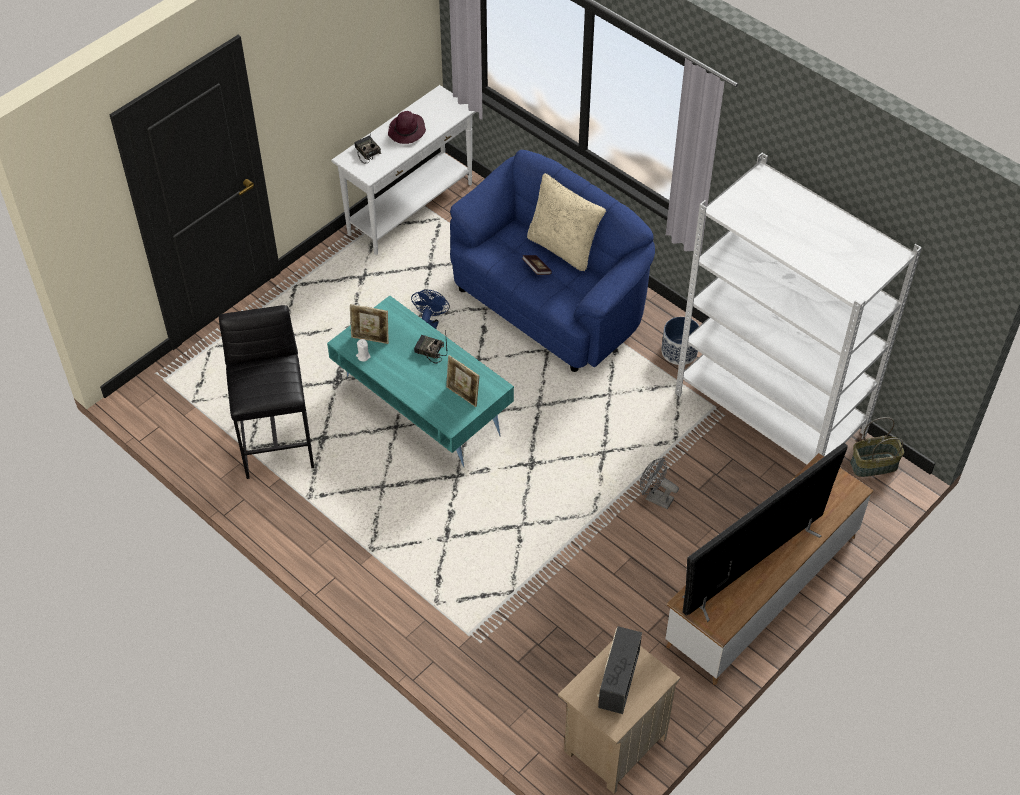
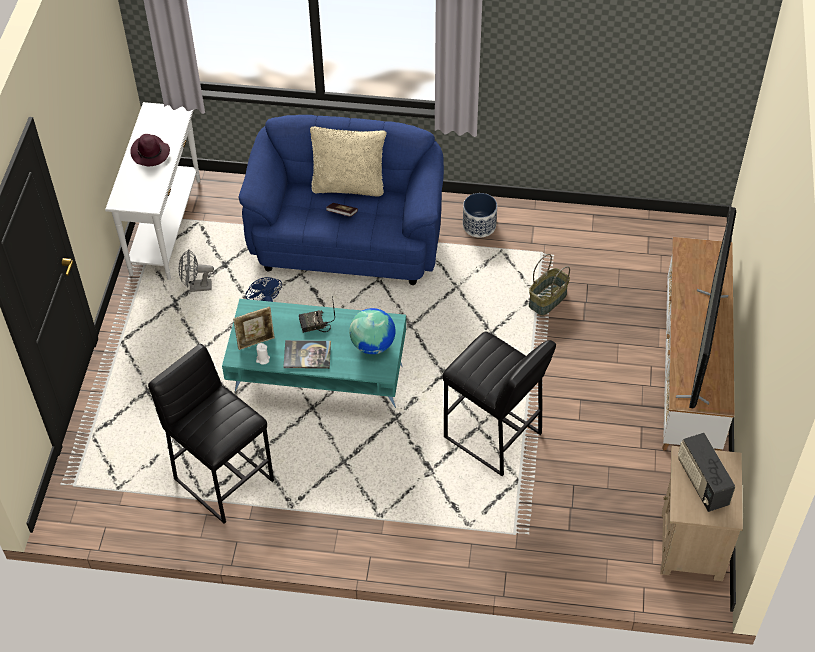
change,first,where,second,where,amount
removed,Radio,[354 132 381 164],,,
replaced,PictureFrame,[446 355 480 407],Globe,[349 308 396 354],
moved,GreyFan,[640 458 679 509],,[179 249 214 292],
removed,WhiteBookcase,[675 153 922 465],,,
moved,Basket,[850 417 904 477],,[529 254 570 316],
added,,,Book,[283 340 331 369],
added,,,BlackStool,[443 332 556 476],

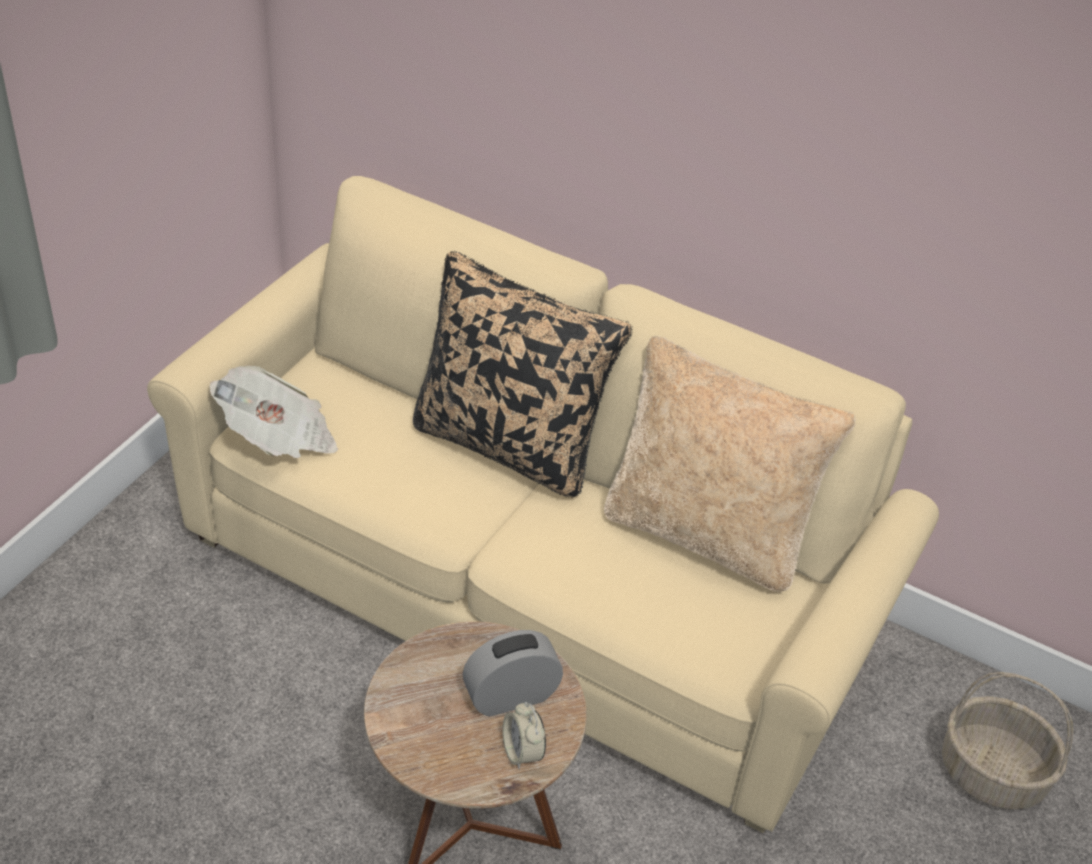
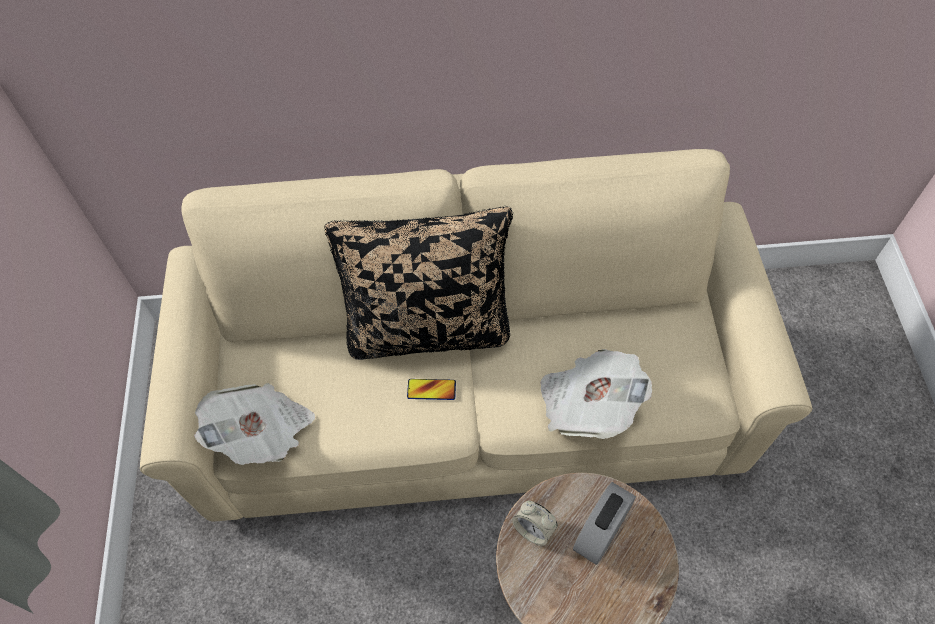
change,first,where,second,where,amount
moved,AlarmClock,[502 702 546 770],,[512 501 558 546],
removed,BeigePillow,[604 335 857 593],,,
removed,Basket,[942 672 1073 809],,,
added,,,Phone,[407 379 456 400],
added,,,Newspaper,[540 349 652 439],

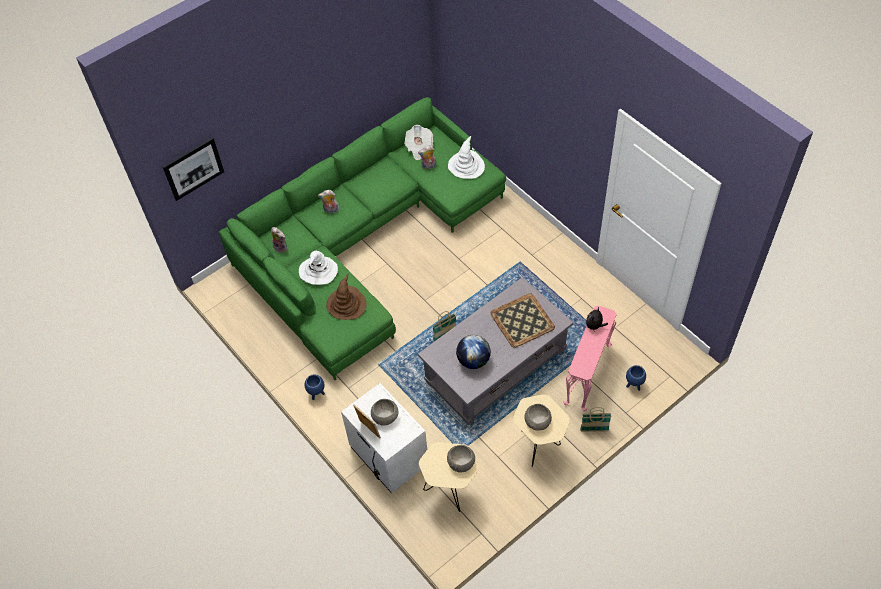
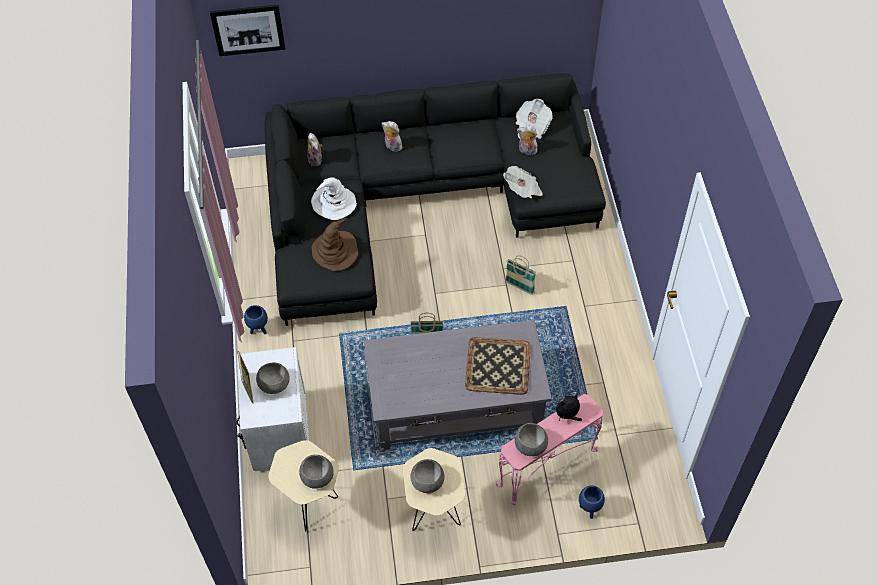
change,first,where,second,where,amount
recoloured,GreenSofa,[219 97 506 380],BlackSofa,[264 73 606 326],
removed,WhiteHat,[448 136 485 179],,,
removed,Globe,[456 335 491 369],,,
moved,Basket,[580 407 612 432],,[505 255 536 295],
added,,,Newspaper,[503 166 543 198],
added,,,GreyBowl,[515 423 548 456],

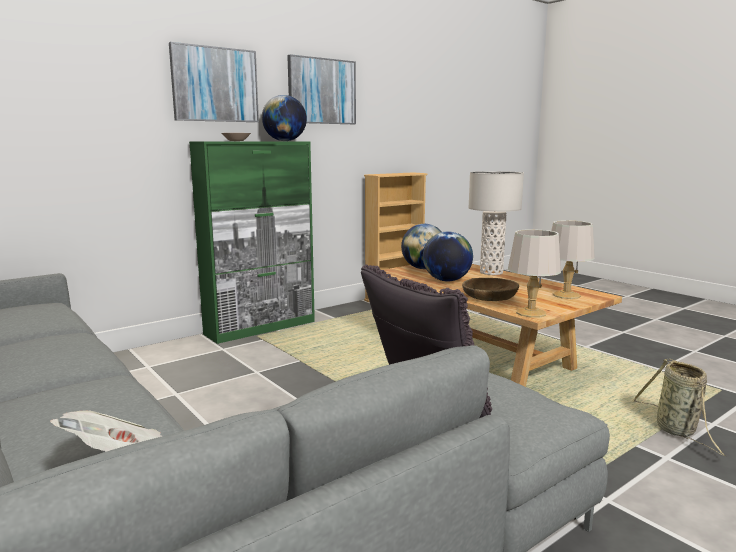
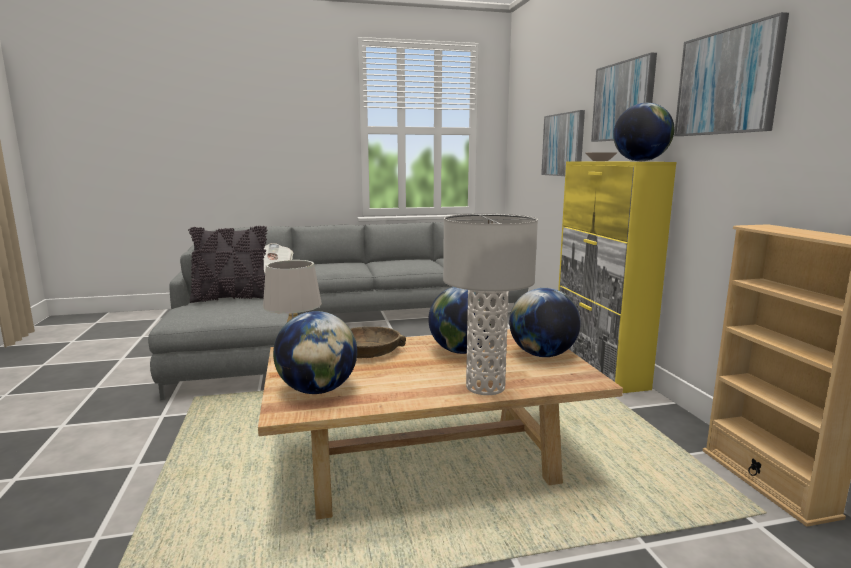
change,first,where,second,where,amount
recoloured,GreenCabinet,[189 141 315 344],YellowCabinet,[558 161 676 393],
replaced,GreyTableLamp,[551 220 595 299],Globe,[273 311 357 394],
removed,Basket,[631 359 726 456],,,
added,,,Picture,[541 110 585 176],

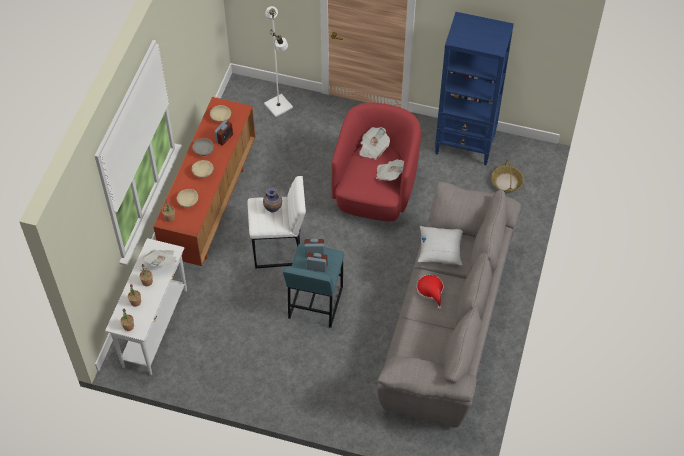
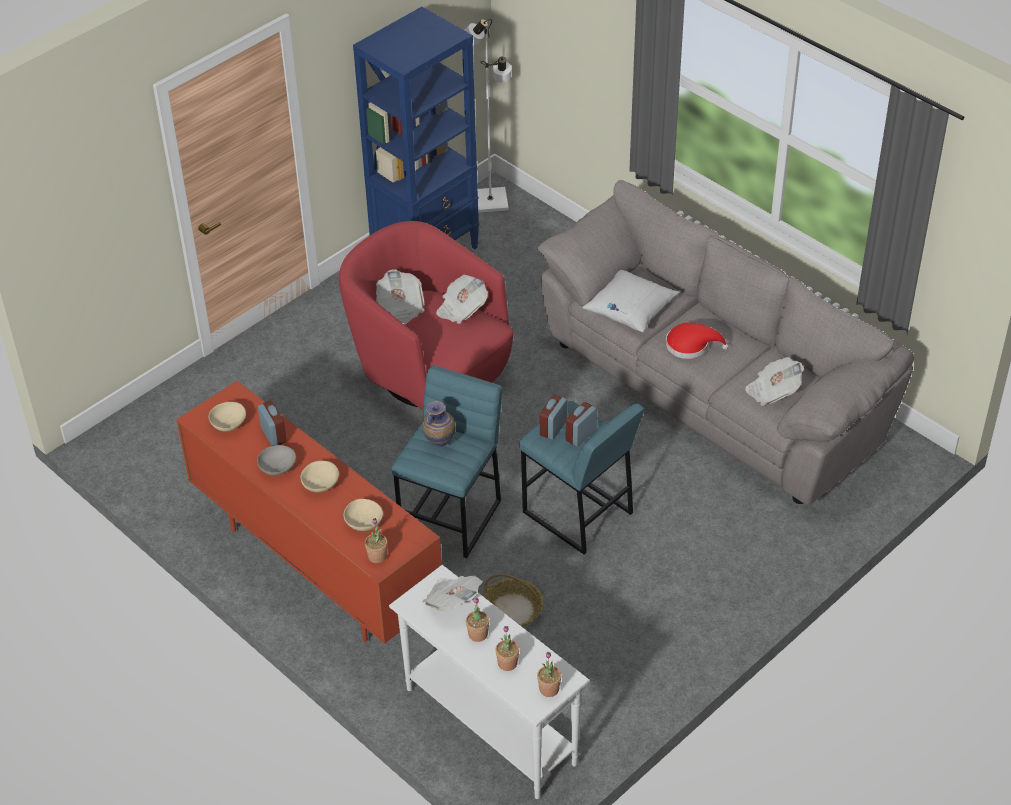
change,first,where,second,where,amount
recoloured,WhiteStool,[248 176 306 268],BlueStool,[392 365 502 558],
moved,WhiteFloorLamp,[264 6 293 117],,[464 19 511 213],
moved,Basket,[491 159 524 193],,[482 574 543 627],
added,,,Newspaper,[745 357 804 406],

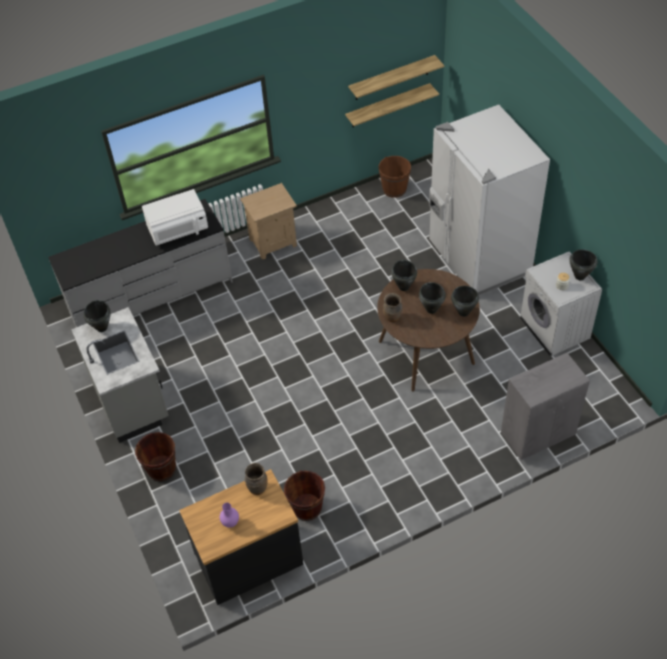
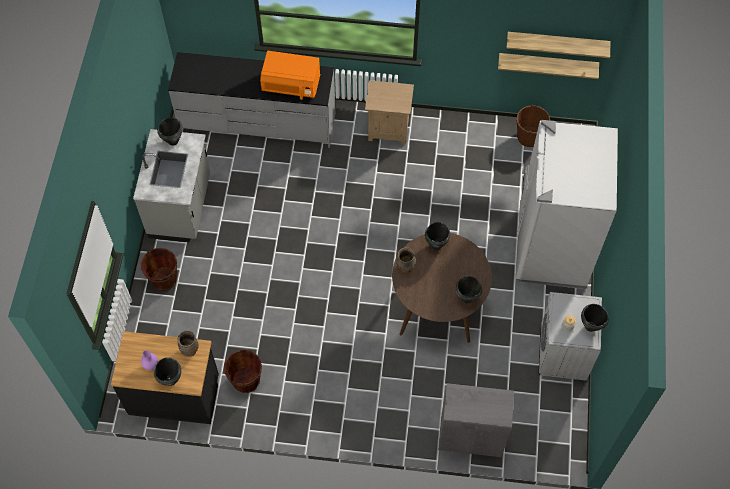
change,first,where,second,where,amount
recoloured,WhiteMicrowave,[142 189 208 246],OrangeMicrowave,[260 51 320 100],
moved,BlackCookingPot,[419 282 446 314],,[154 357 181 386],

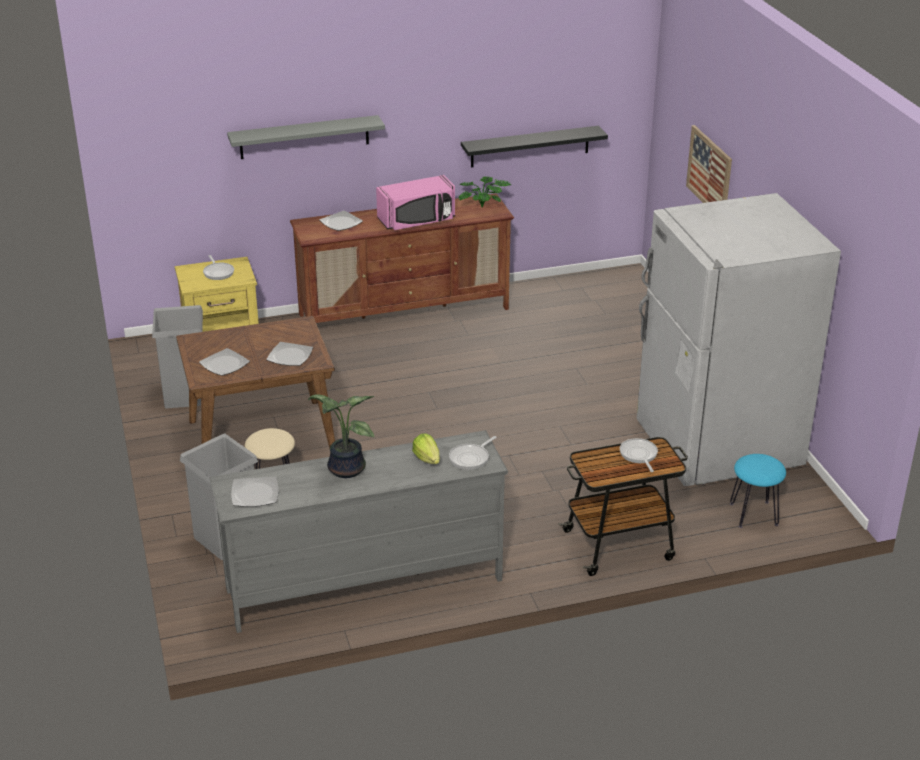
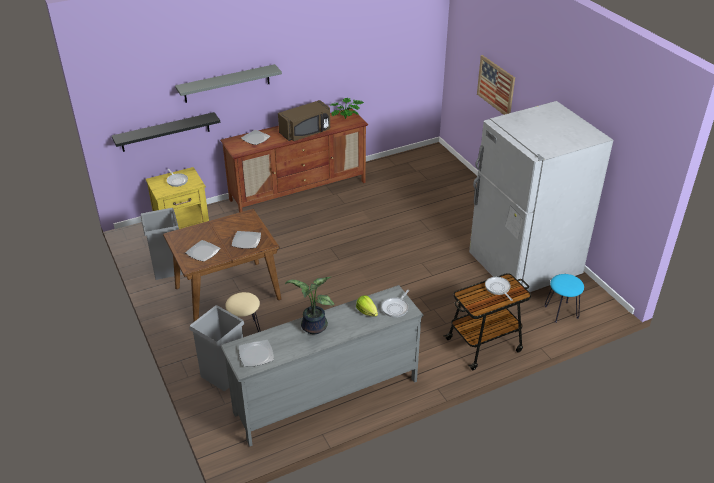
change,first,where,second,where,amount
recoloured,PinkMicrowave,[376 175 455 230],BrownMicrowave,[278 100 330 141],
moved,BlackShelf,[461 126 608 167],,[112 112 220 152],

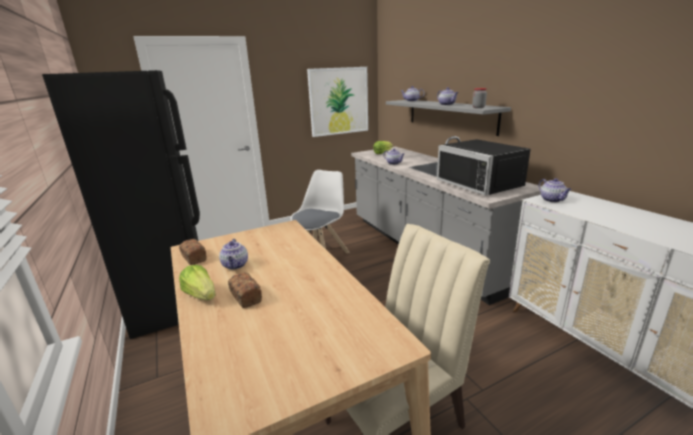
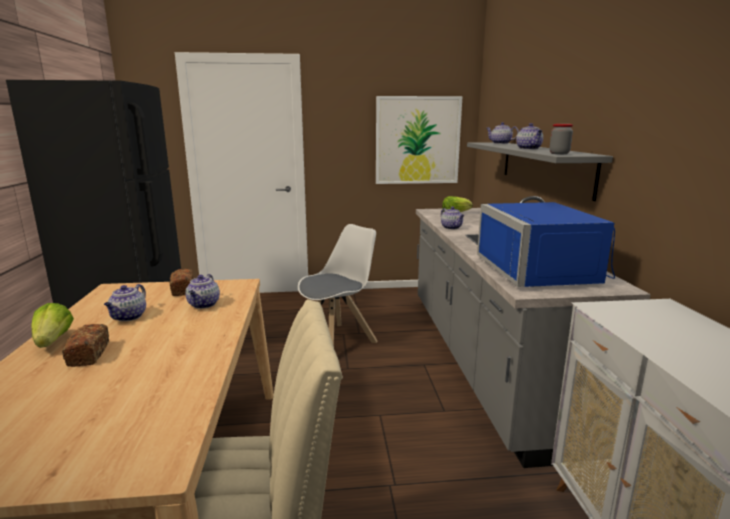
change,first,where,second,where,amount
moved,Bread,[179 239 207 265],,[170 269 193 296],
recoloured,BlackMicrowave,[437 139 531 196],BlueMicrowave,[477 202 615 287],
moved,Teapot,[539 178 572 202],,[186 274 220 309],

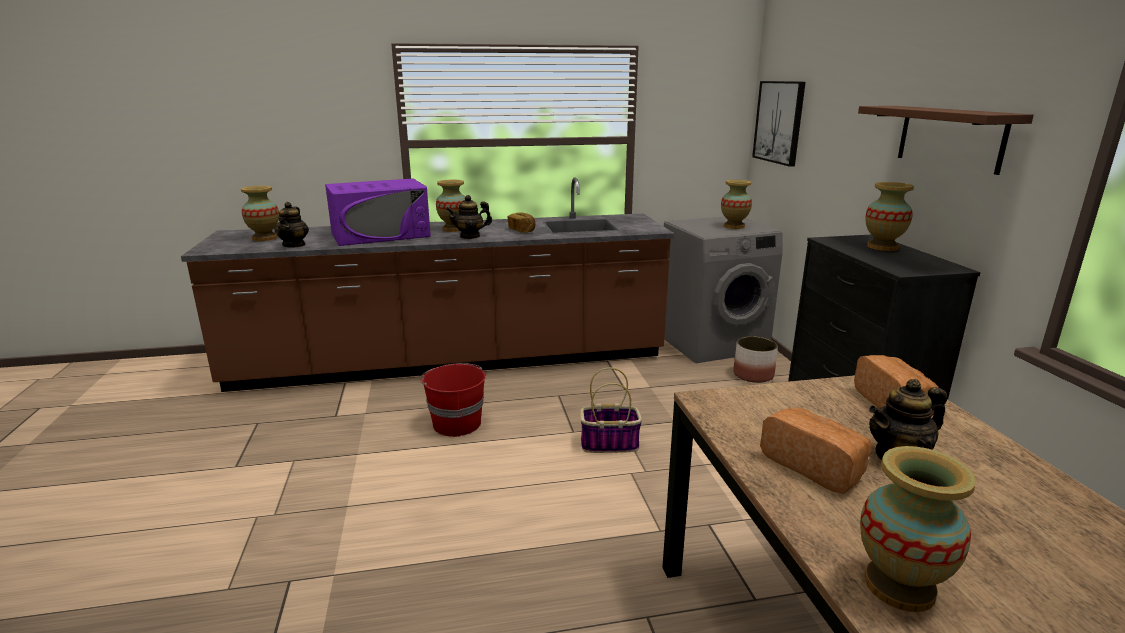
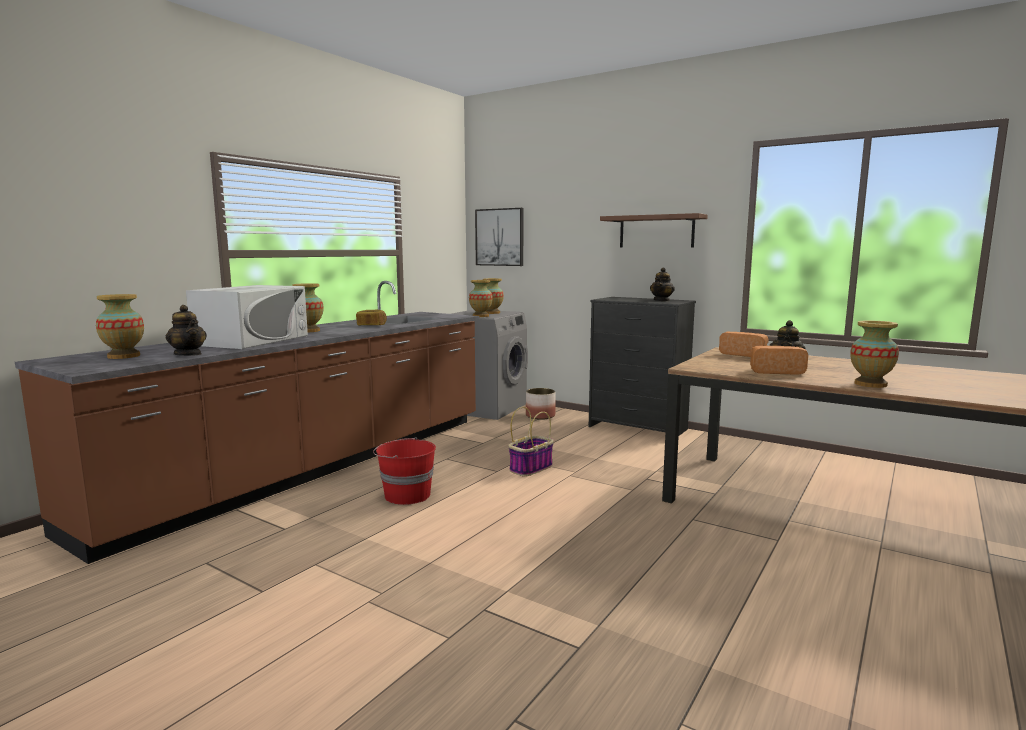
change,first,where,second,where,amount
recoloured,PurpleMicrowave,[325 178 431 246],WhiteMicrowave,[186 285 308 349],
moved,Teapot,[446 195 492 239],,[650 267 675 301],
moved,Vase,[865 182 914 251],,[469 280 493 317],

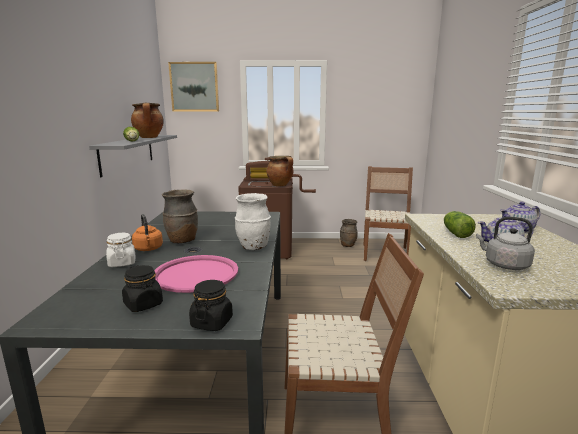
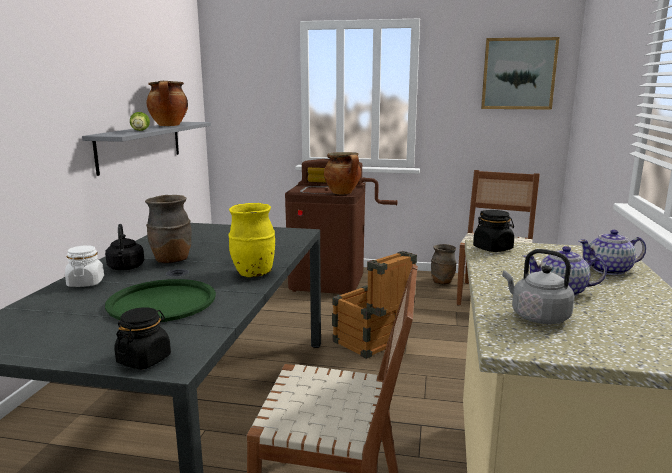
change,first,where,second,where,amount
moved,BlackJar,[122 265 163 312],,[473 210 514 252],
recoloured,OrangeKettle,[132 214 163 251],BlackKettle,[105 224 144 270],
recoloured,PinkTray,[154 255 238 293],GreenTray,[105 279 216 322],
moved,Picture,[168 62 219 112],,[481 37 560 110],
recoloured,WhiteVase,[235 193 271 250],YellowVase,[228 203 275 277],
removed,Lettuce,[444 211 476 238],,,
added,,,Crate,[332 251 417 359],

